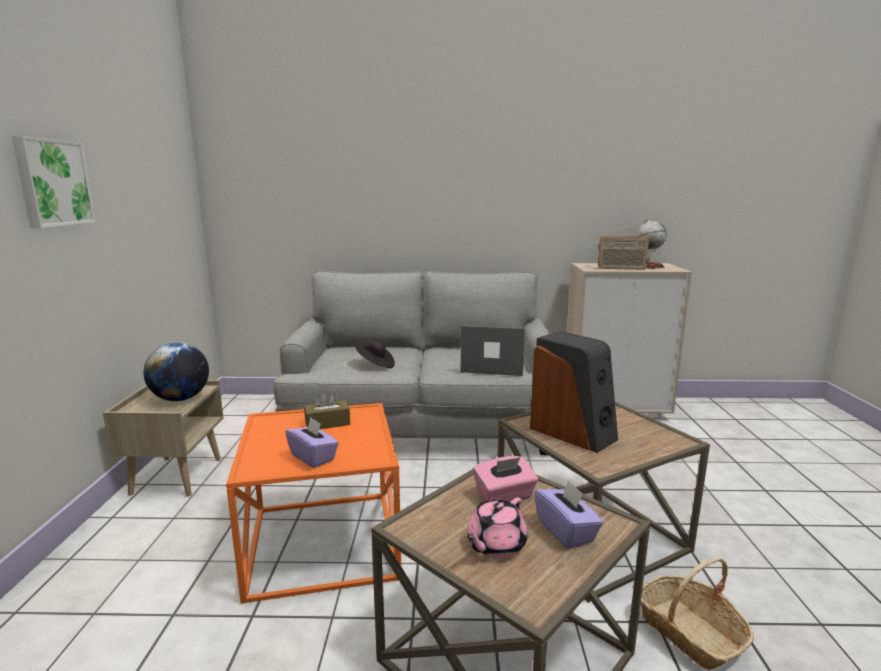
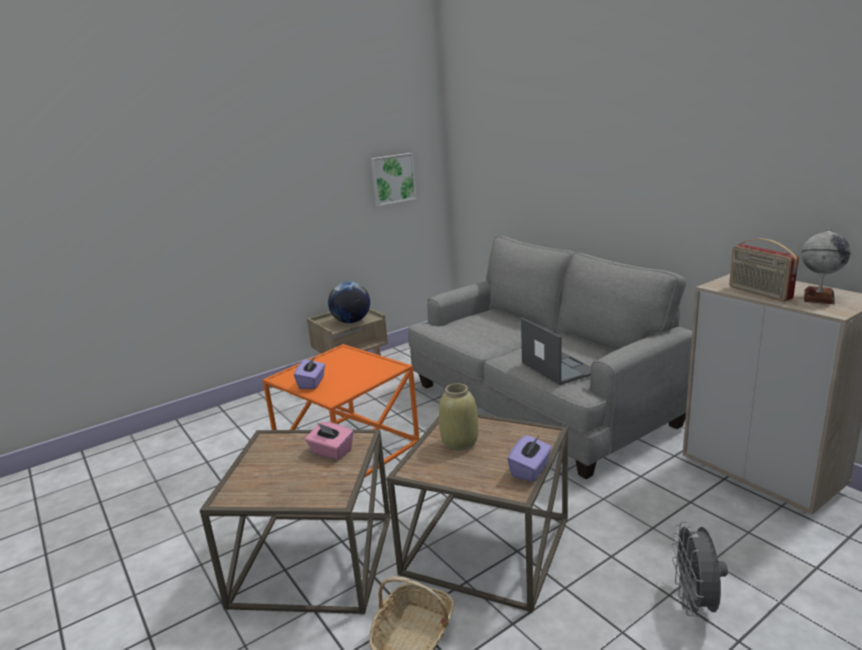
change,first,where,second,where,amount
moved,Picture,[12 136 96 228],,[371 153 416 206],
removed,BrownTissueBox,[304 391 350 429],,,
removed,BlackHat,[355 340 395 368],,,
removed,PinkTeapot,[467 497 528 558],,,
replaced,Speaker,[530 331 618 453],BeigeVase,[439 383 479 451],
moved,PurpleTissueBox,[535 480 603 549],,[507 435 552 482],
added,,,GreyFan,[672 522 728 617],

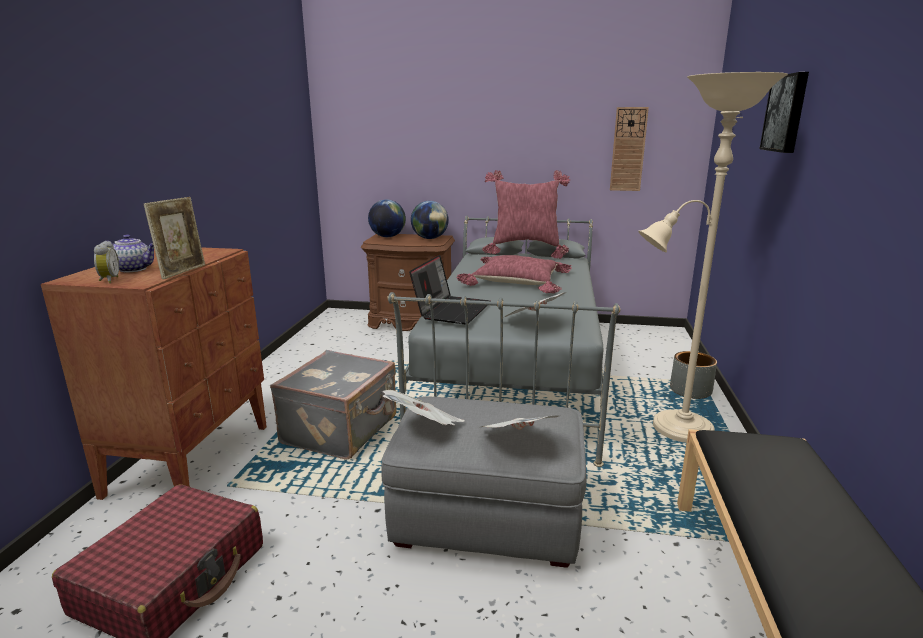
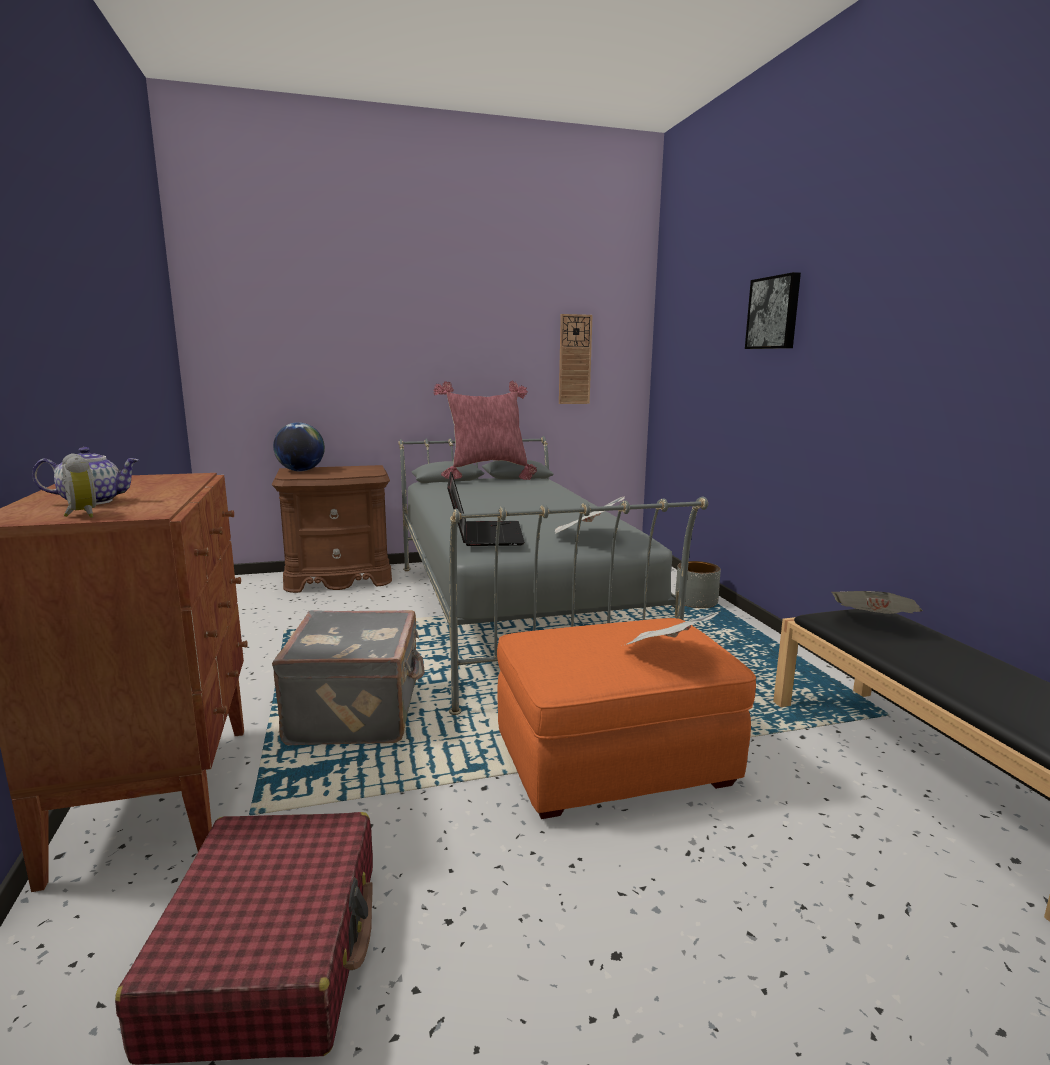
change,first,where,second,where,amount
removed,PictureFrame,[144 197 205 279],,,
recoloured,GreyOttoman,[381 396 586 568],OrangeOttoman,[497 618 756 819],
moved,Newspaper,[382 390 464 425],,[831 591 923 614],
removed,Globe,[411 201 449 239],,,
removed,RedPillow,[457 255 572 294],,,
removed,BeigeFloorLamp,[638 72 788 443],,,

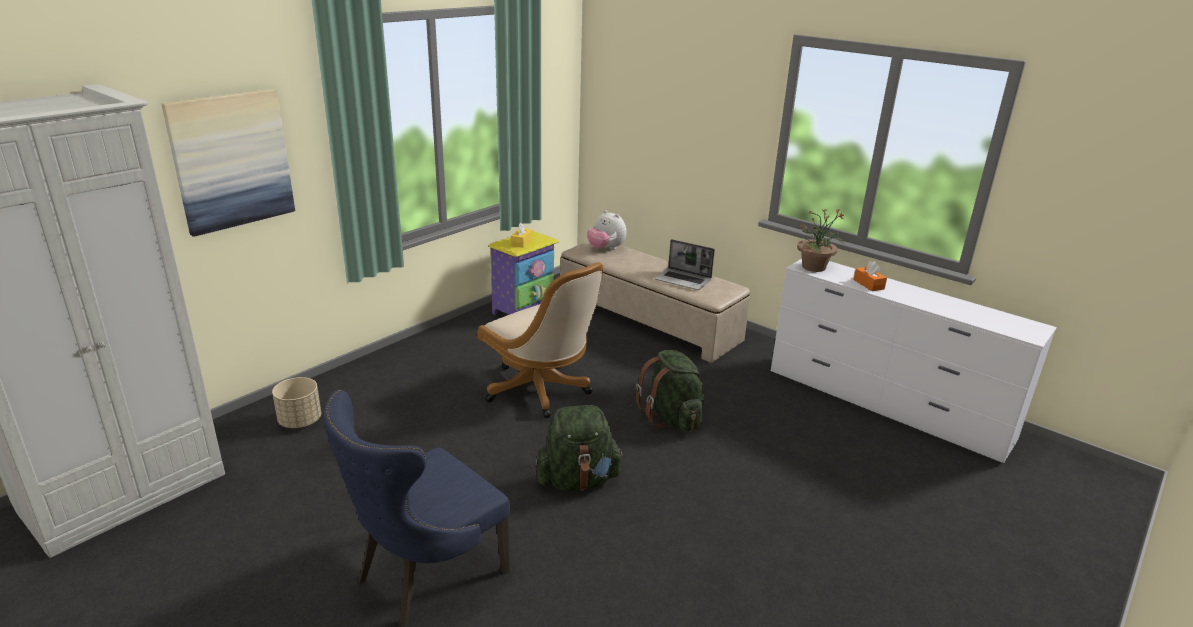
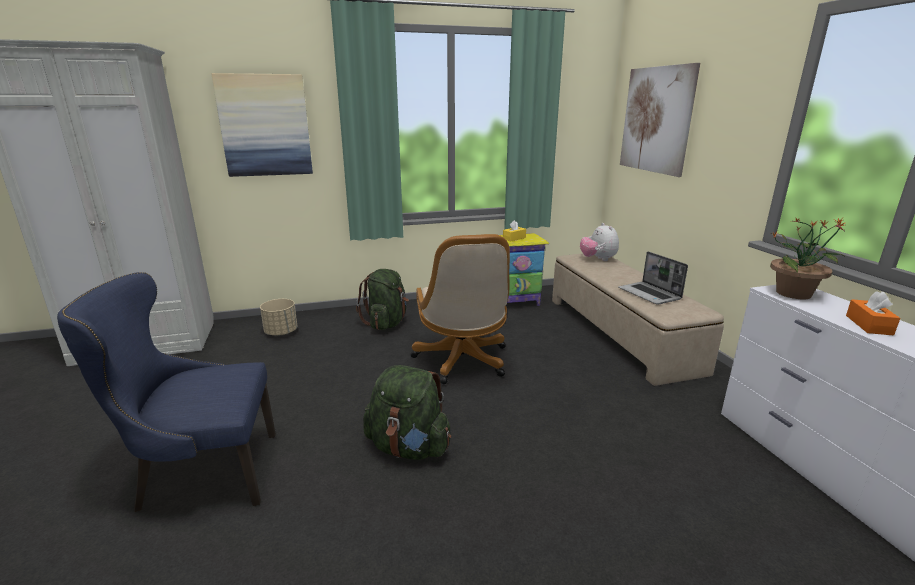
change,first,where,second,where,amount
moved,GreenBackpack,[636 350 704 431],,[356 269 409 330],
added,,,Picture,[620 63 700 177],

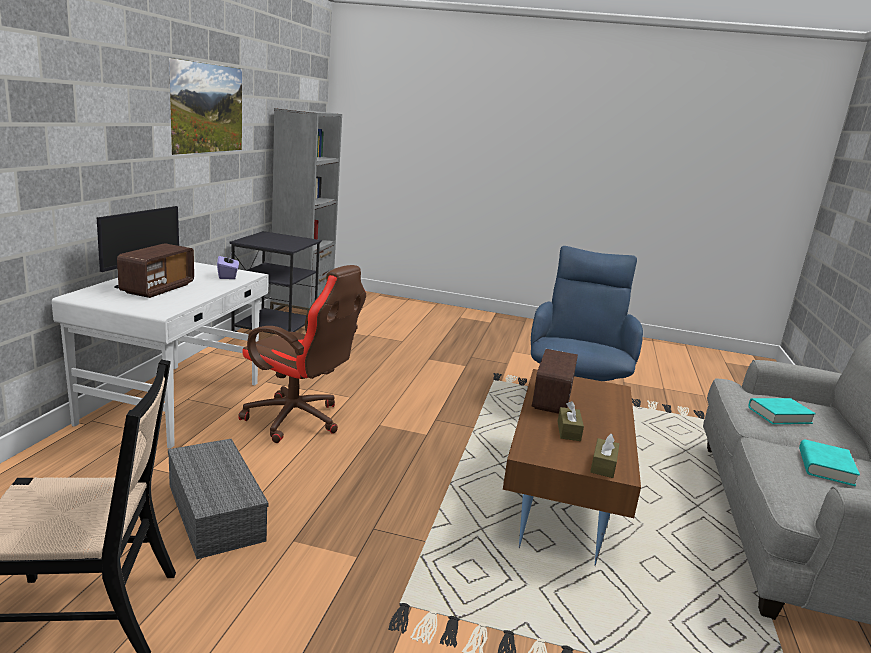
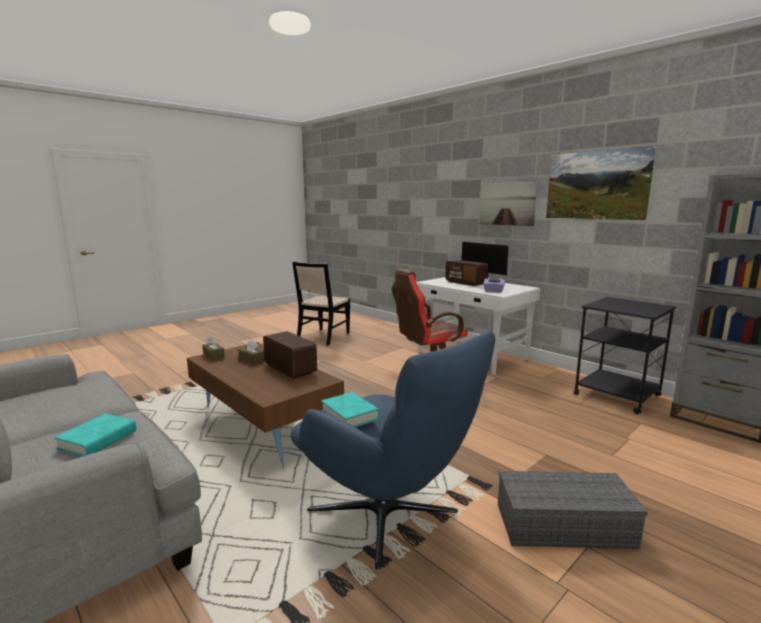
change,first,where,second,where,amount
moved,GreyStorageBox,[168 439 269 559],,[498 471 648 549],
moved,TurquoiseBook,[799 440 860 486],,[321 392 380 427],
added,,,Picture,[479 182 537 226],

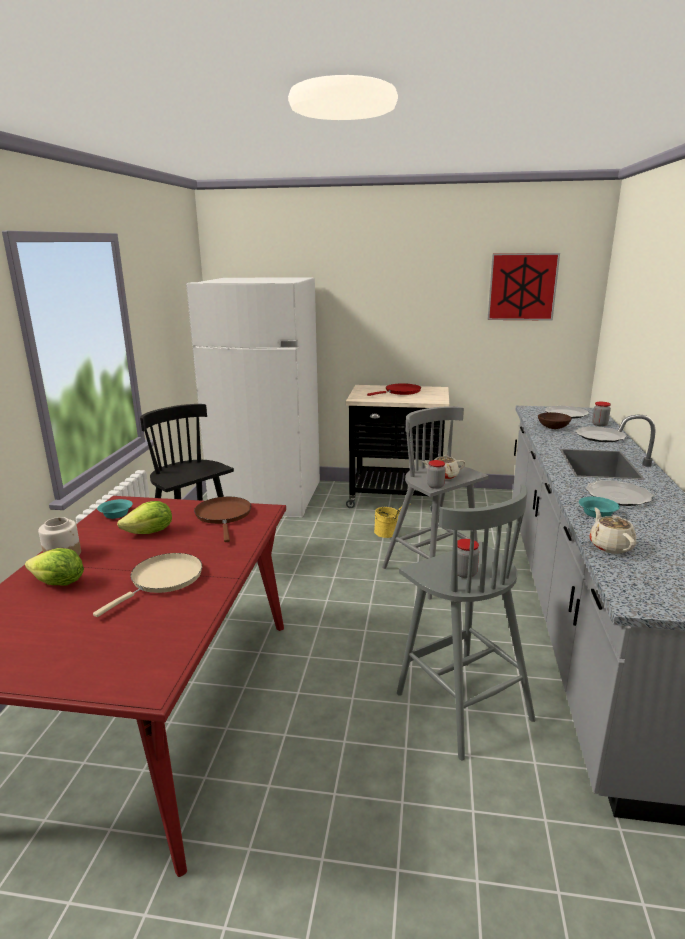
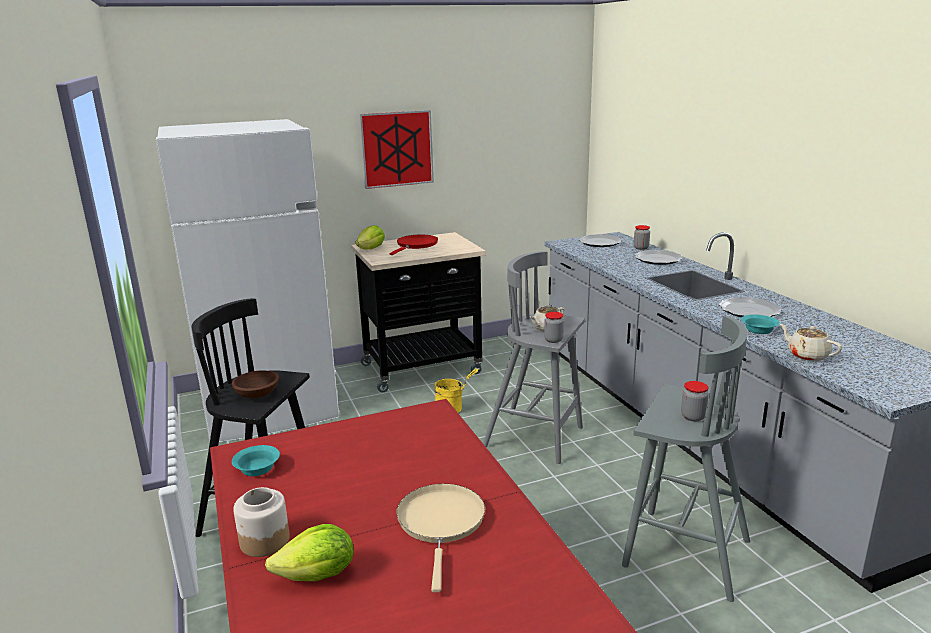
change,first,where,second,where,amount
moved,Lettuce,[117 501 172 534],,[355 225 385 250],
removed,BrownFryingPan,[194 497 251 542],,,
moved,Picture,[487 253 560 321],,[359 110 434 189],
moved,BrownBowl,[538 412 572 429],,[232 370 279 398],

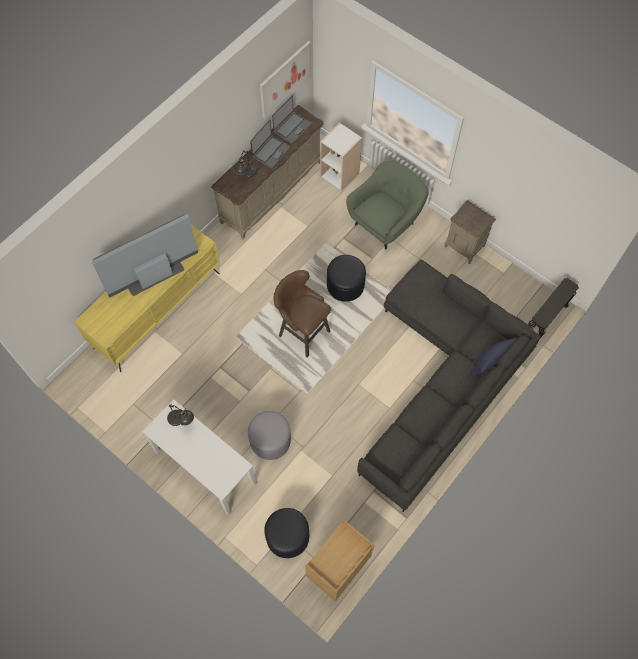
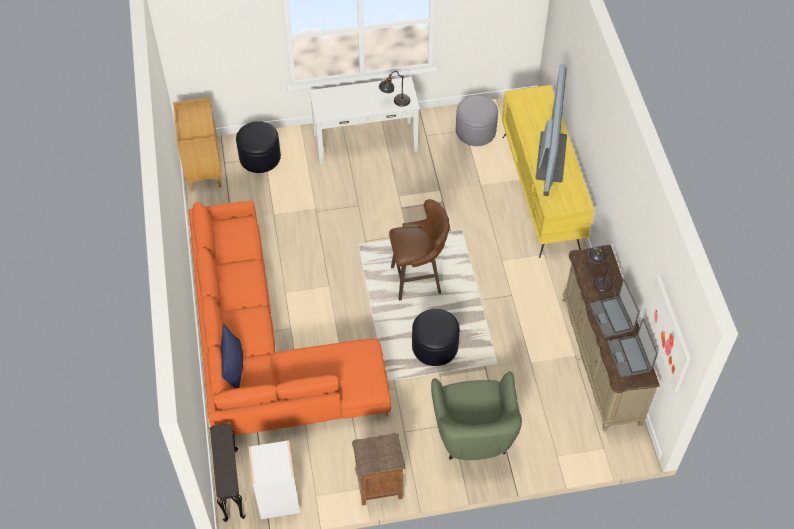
change,first,where,second,where,amount
moved,GreyOttoman,[248 411 291 460],,[456 95 498 146],
moved,Bookcase,[320 123 362 191],,[248 440 300 519],
recoloured,GreySofa,[357 259 541 512],OrangeSofa,[188 201 391 435],

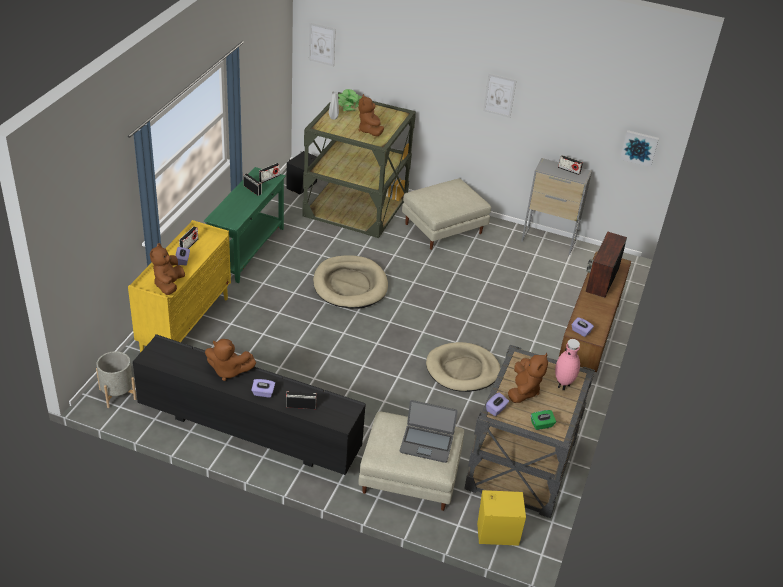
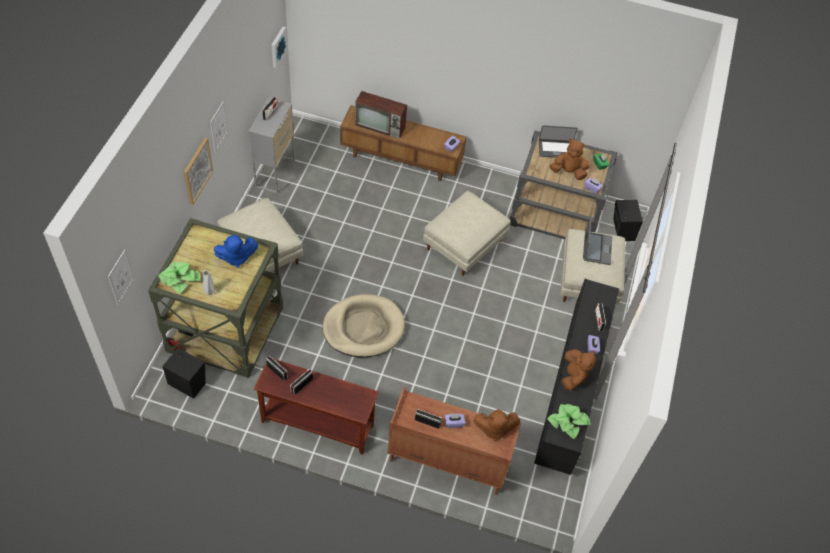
change,first,where,second,where,amount
removed,GreyPlanter,[96 351 137 408],,,
recoloured,YellowCabinet,[128 220 231 353],BrownCabinet,[387 387 521 495],
recoloured,GreenConsoleTable,[204 167 286 283],BrownConsoleTable,[254 359 379 455],
recoloured,BrownPlushToy,[358 94 384 136],BluePlushToy,[214 235 258 268],
replaced,BeigeDogBed,[426 342 500 392],BeigeOttoman,[423 191 511 276],
recoloured,YellowSpeaker,[477 490 526 546],BlackSpeaker,[613 200 643 241],
replaced,PinkVase,[555 339 580 390],Laptop,[539 125 577 158],
added,,,Picture,[184 138 213 205],
added,,,PottedPlant,[547 404 591 439],

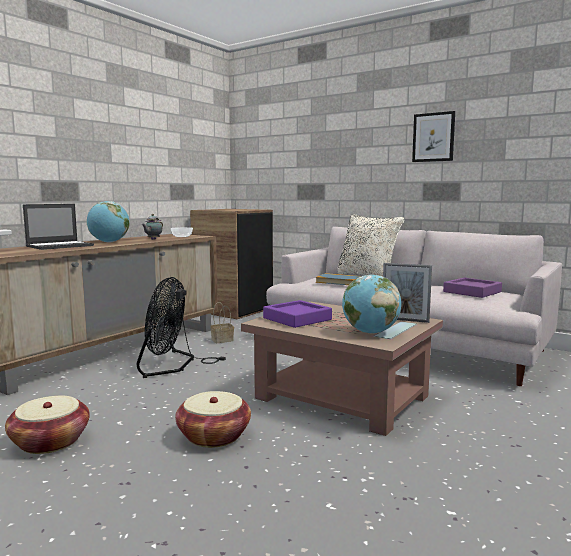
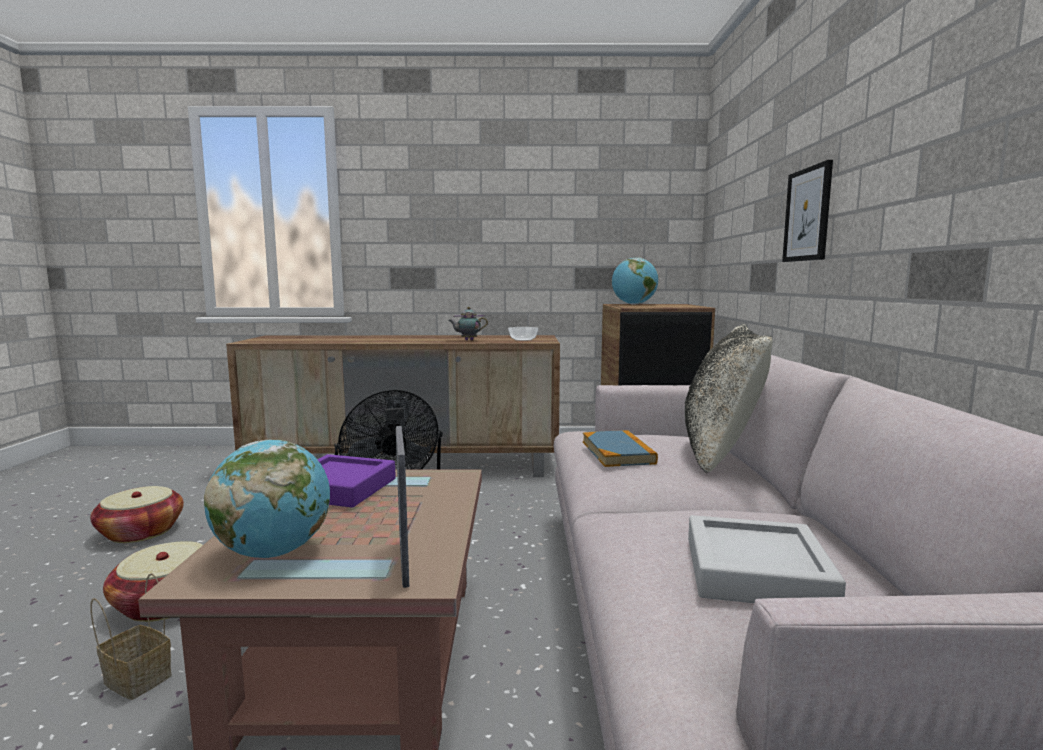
change,first,where,second,where,amount
removed,Laptop,[23 204 94 250],,,
moved,Globe,[87 201 130 243],,[612 257 658 305],
moved,Basket,[210 302 234 343],,[90 573 172 700],
moved,Picture,[412 111 455 162],,[782 160 833 262],
recoloured,PurpleTray,[443 278 502 298],GreyTray,[688 515 846 603],

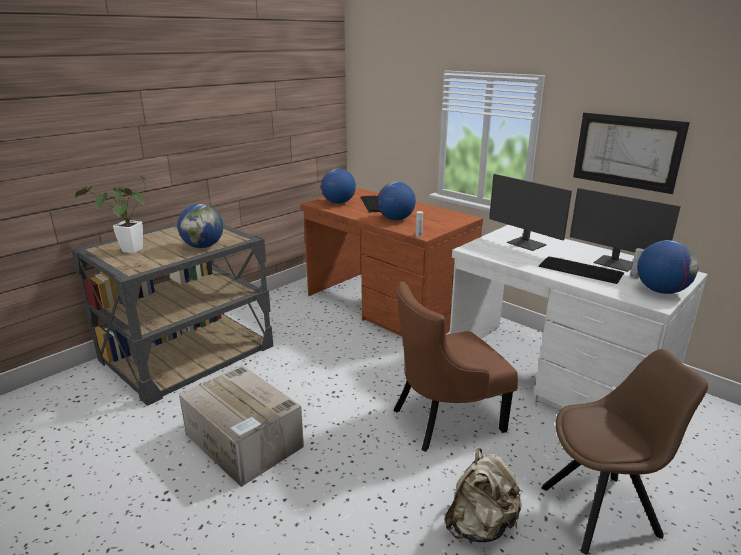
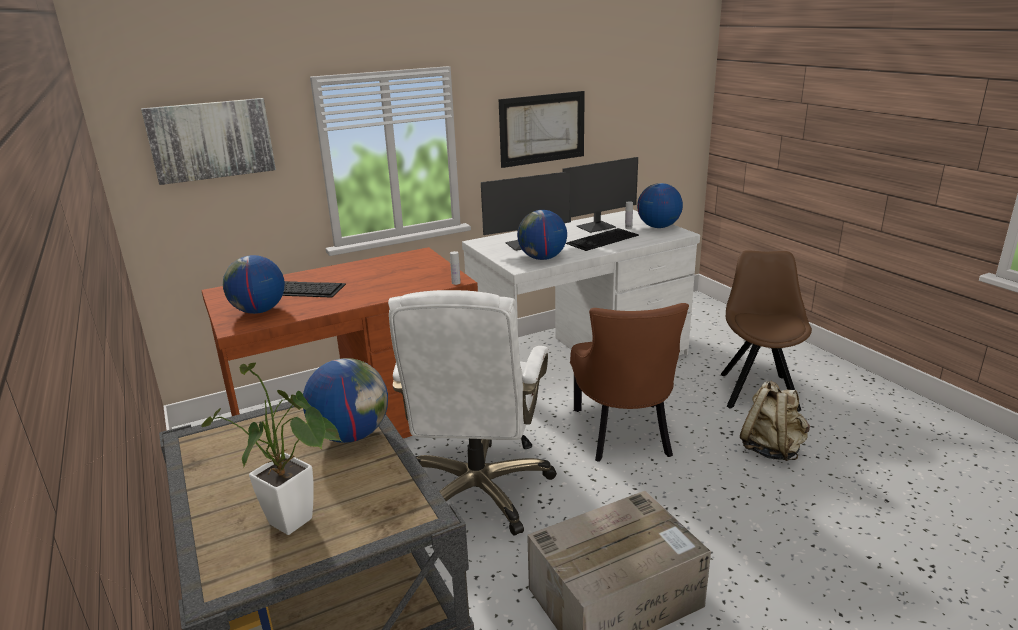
change,first,where,second,where,amount
moved,Globe,[377 182 416 220],,[517 210 567 260],
added,,,Picture,[141 98 276 185],
added,,,WhiteOfficeChair,[388 290 557 536],

